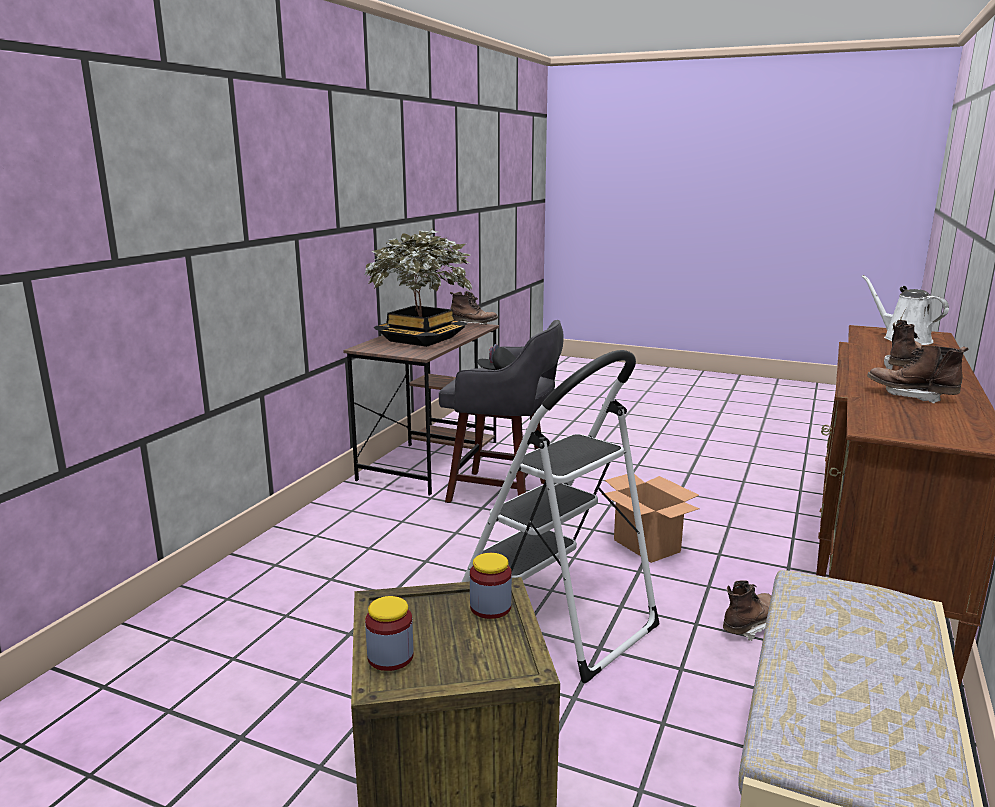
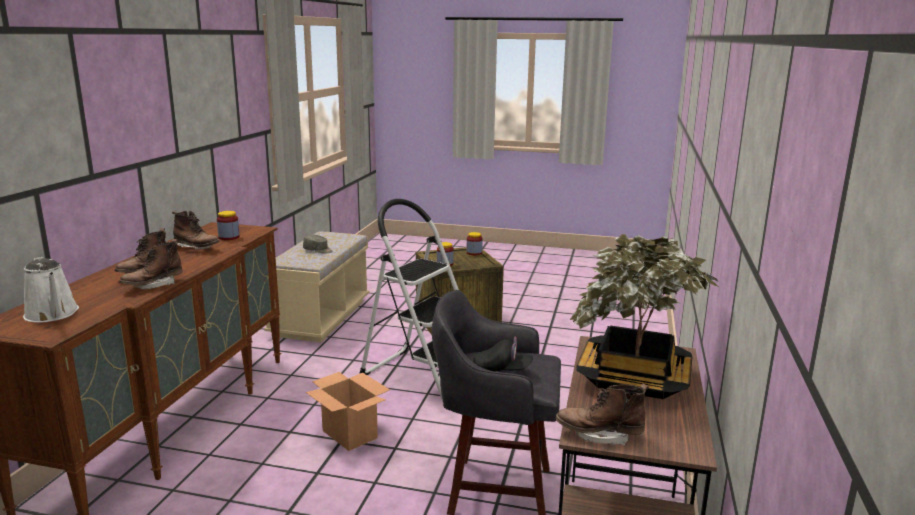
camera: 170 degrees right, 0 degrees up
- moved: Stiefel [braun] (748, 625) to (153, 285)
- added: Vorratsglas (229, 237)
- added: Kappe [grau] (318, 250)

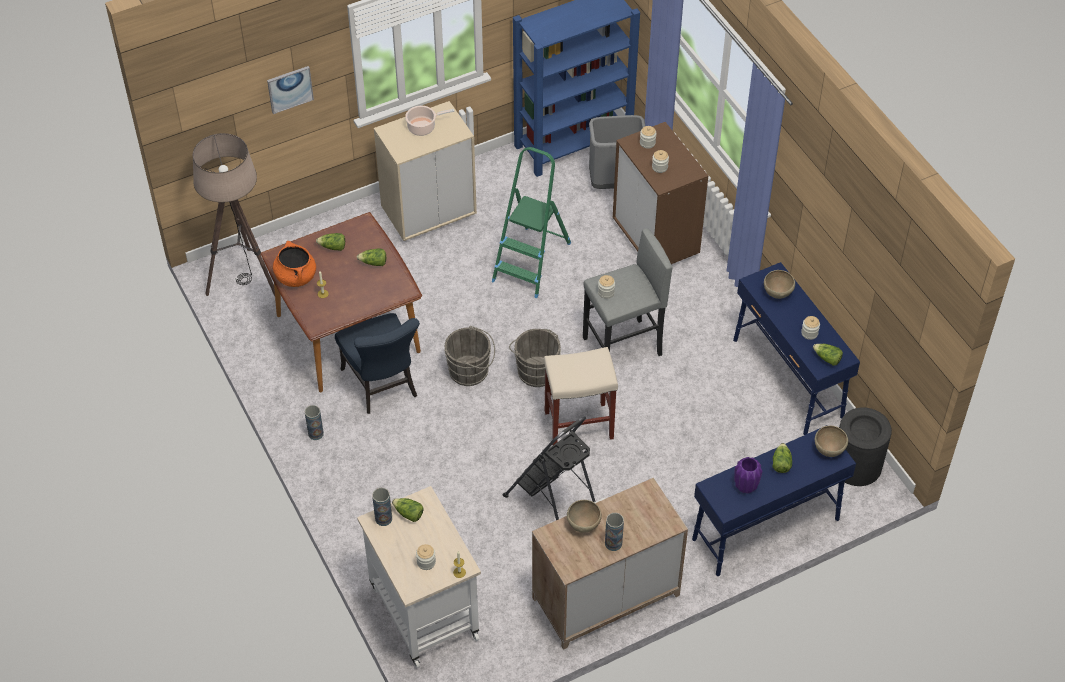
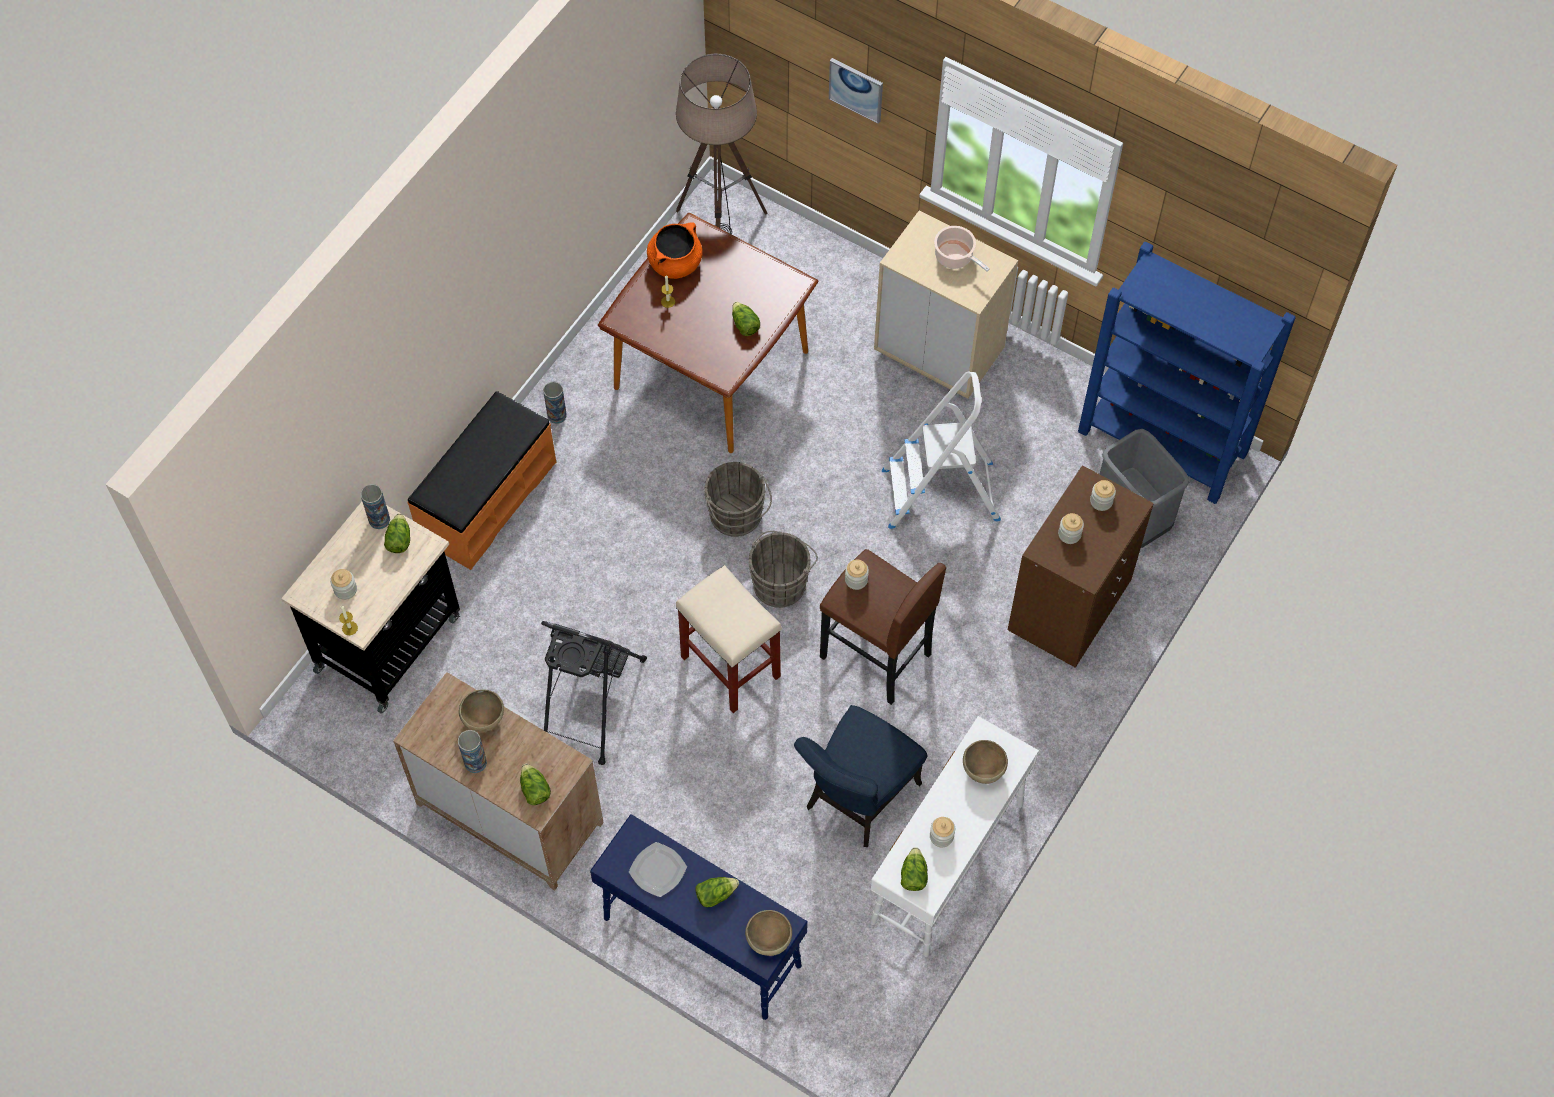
camera: 60 degrees right, 10 degrees up
- recoloured: Trittleiter [grün] (531, 262) to Trittleiter [weiß] (939, 495)
- recoloured: Hocker [grau] (622, 347) to Hocker [braun] (875, 656)
- moved: Salatkopf (332, 247) to (534, 790)
- recoloured: Konsolentisch [blau] (787, 379) to Konsolentisch [weiß] (946, 862)
- moved: Stuhl [blau] (382, 385) to (857, 799)
- removed: Mülleimer [schwarz] (856, 465)
- replaced: Vase [lila] (745, 486) to Teller (657, 870)
- recoloured: Rollwagen [weiß] (424, 612) to Rollwagen [schwarz] (388, 642)
- added: Bank [orange] (487, 499)

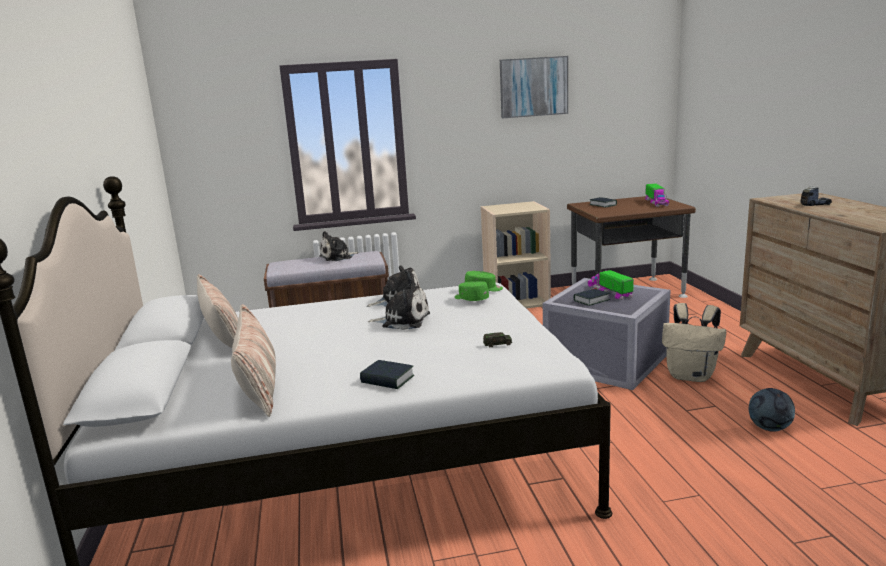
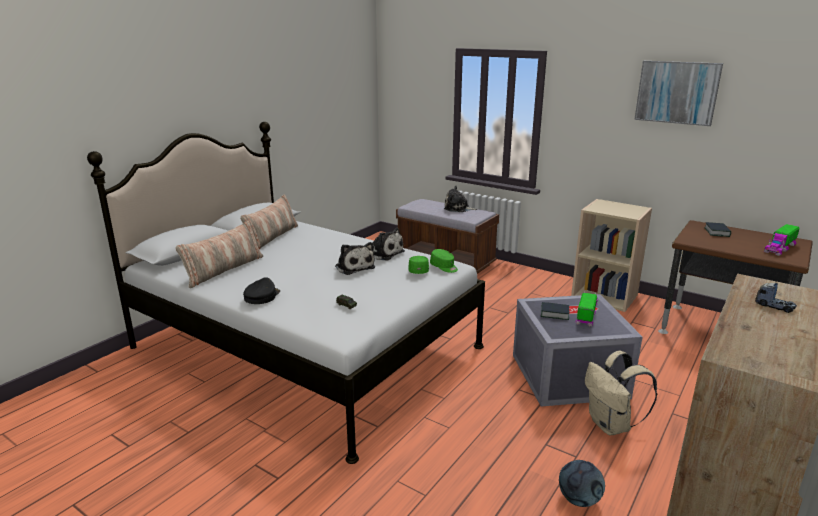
camera: 45 degrees right, 5 degrees up
- replaced: Buch (387, 379) to Kappe [schwarz] (261, 296)

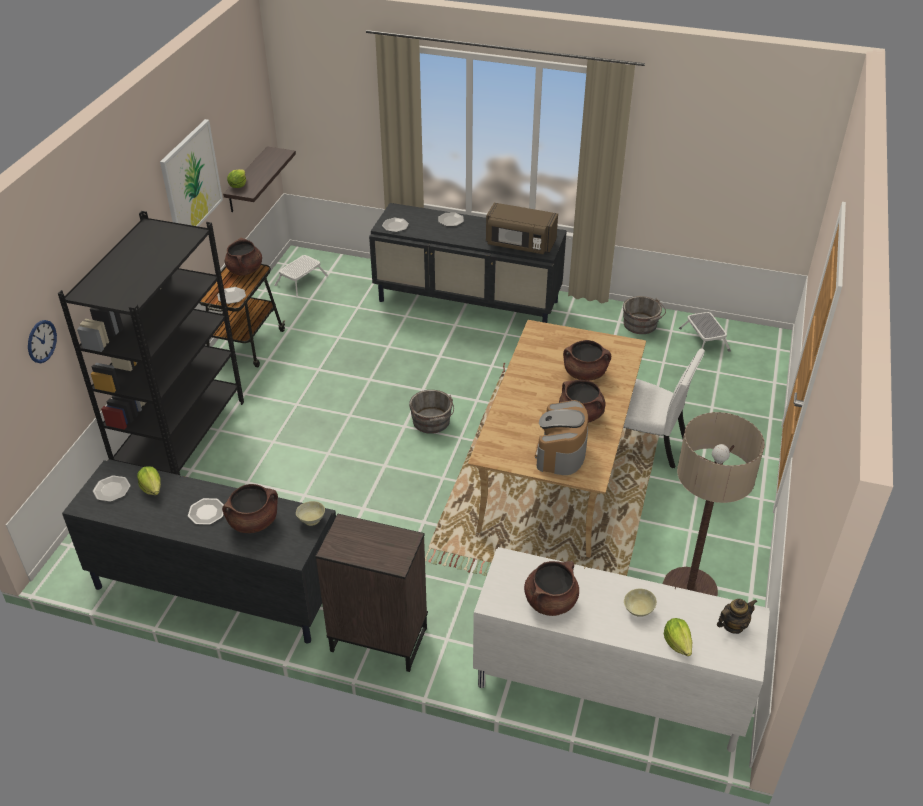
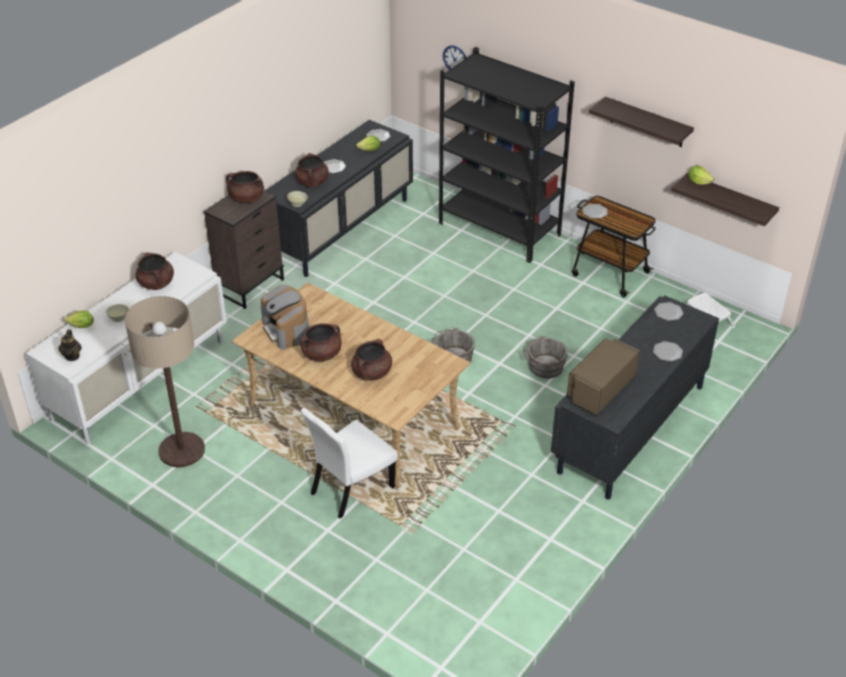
camera: 110 degrees right, 0 degrees up
- replaced: Bild (191, 181) to Wandregal (647, 122)
- moved: Kochtopf [braun] (245, 270) to (246, 198)
- moved: Eimer [grau] (641, 325) to (543, 367)
- removed: Trittleiter [grau] (704, 339)
- turned: Kaffeemaschine (560, 452) = (286, 330) 150 degrees counterclockwise

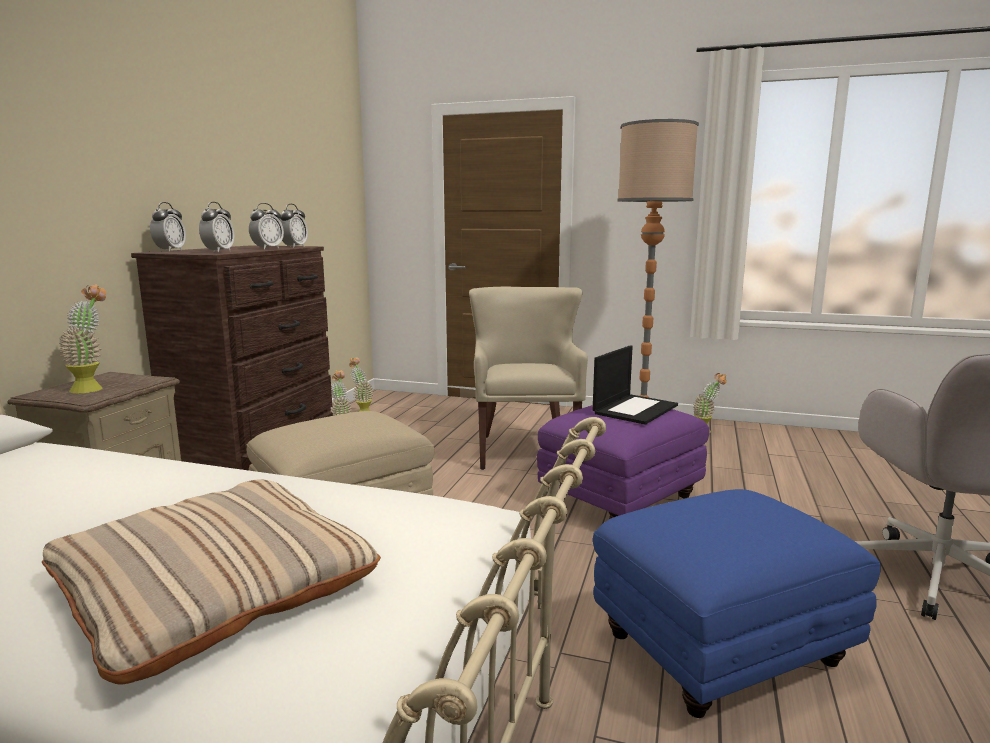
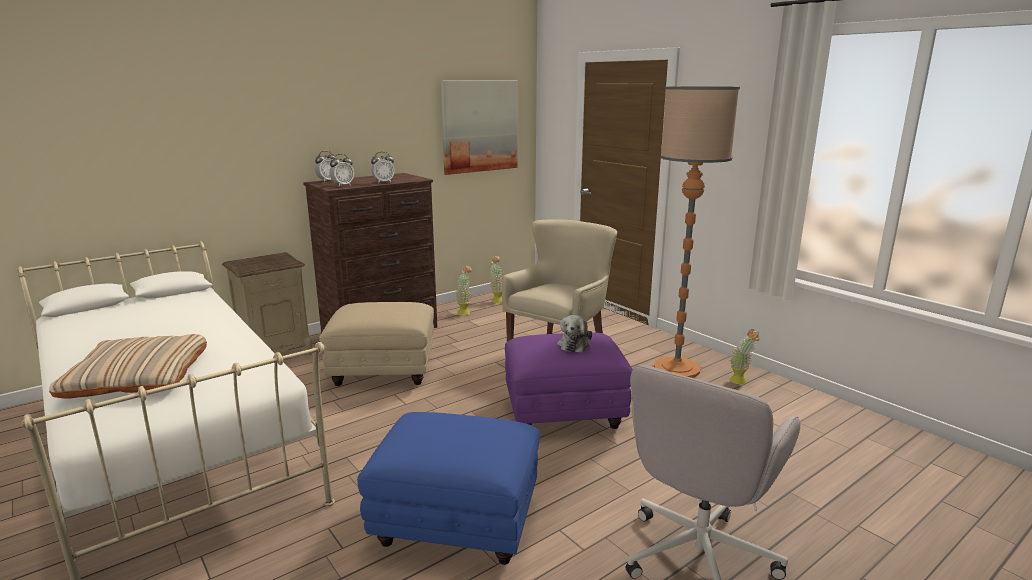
camera: 35 degrees right, 5 degrees up
- removed: Wecker (294, 247)
- removed: Topfpflanze (93, 388)
- replaced: Laptop (635, 409) to Plüschtier (574, 344)
- added: Bild (479, 126)

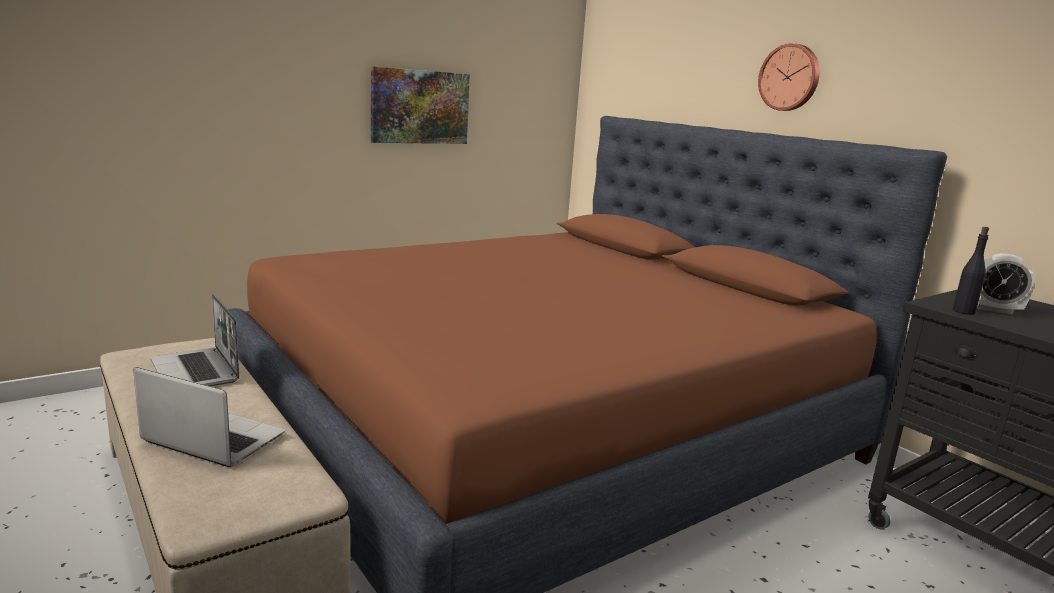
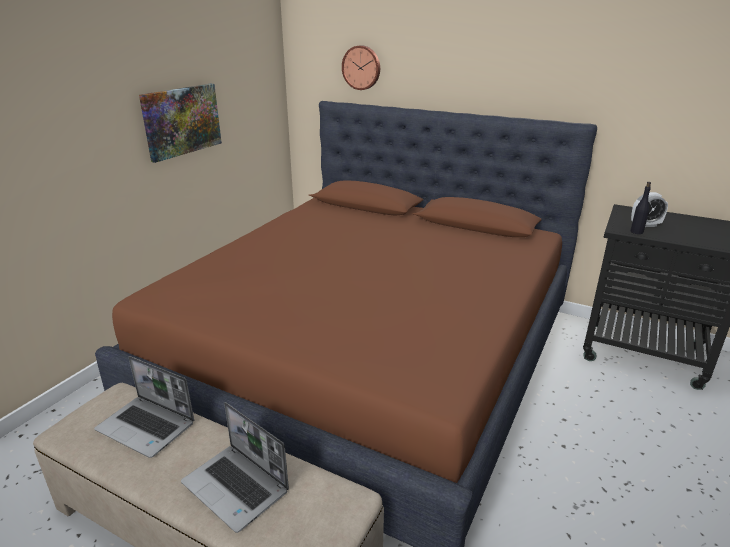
camera: 25 degrees left, 10 degrees up
- moved: Wanduhr (790, 77) to (362, 67)
- turned: Laptop (211, 439) = (237, 487) 135 degrees counterclockwise

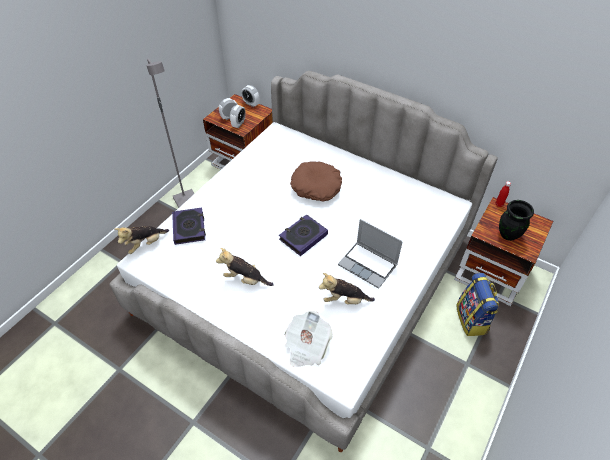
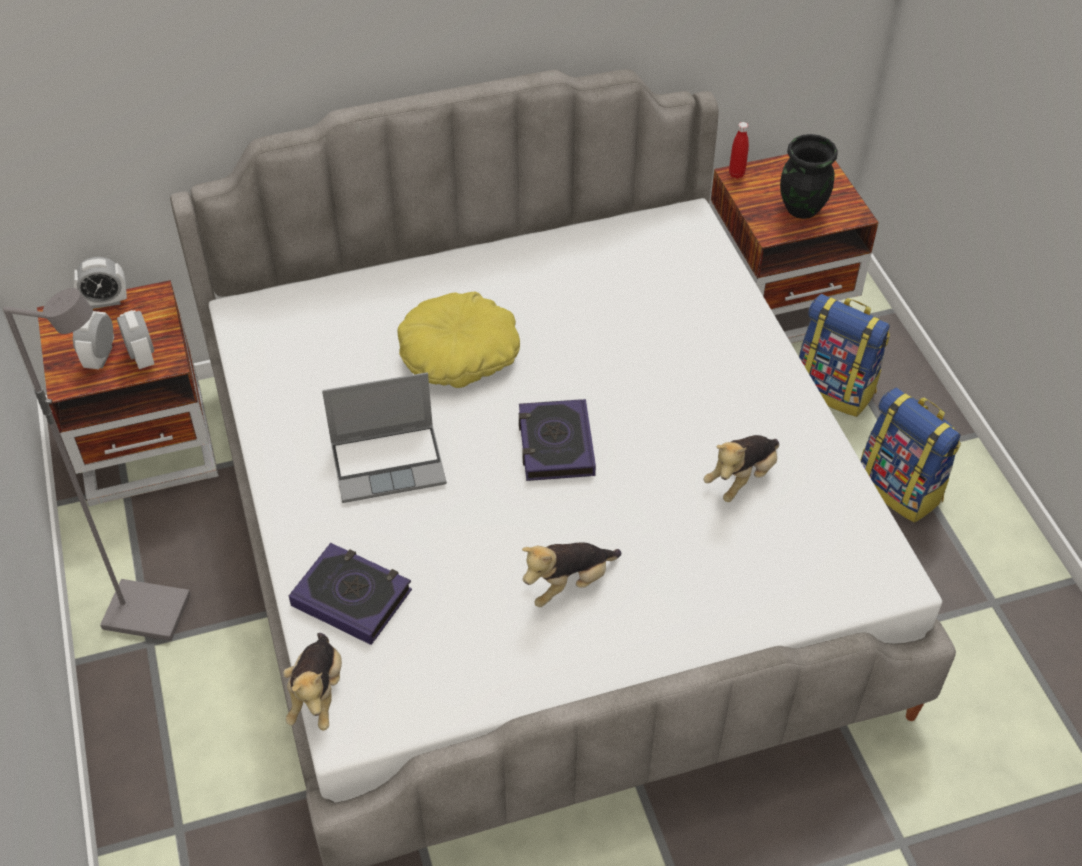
camera: 50 degrees left, 0 degrees up
- recoloured: Kissen [braun] (317, 186) to Kissen [gelb] (458, 351)
- moved: Laptop (368, 265) to (389, 463)
- removed: Zeitung (306, 346)
- added: Rucksack (900, 489)

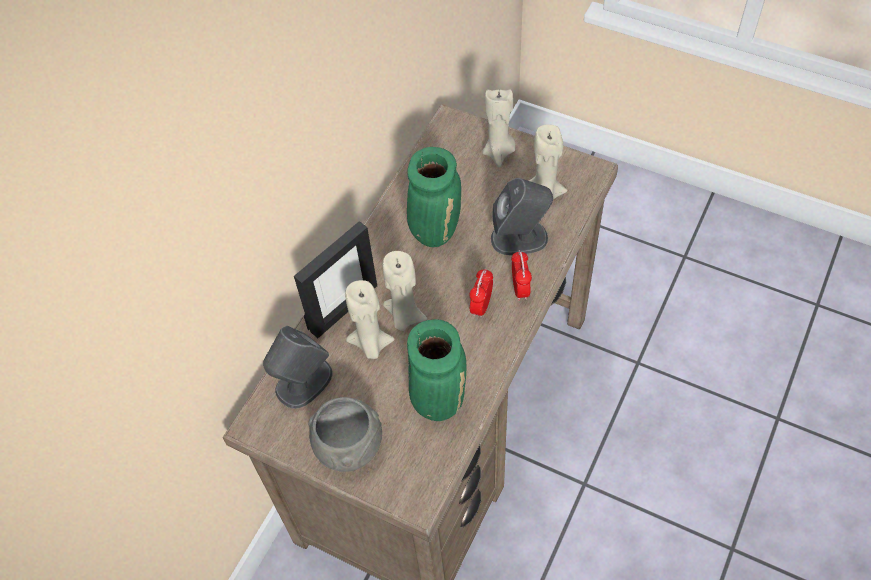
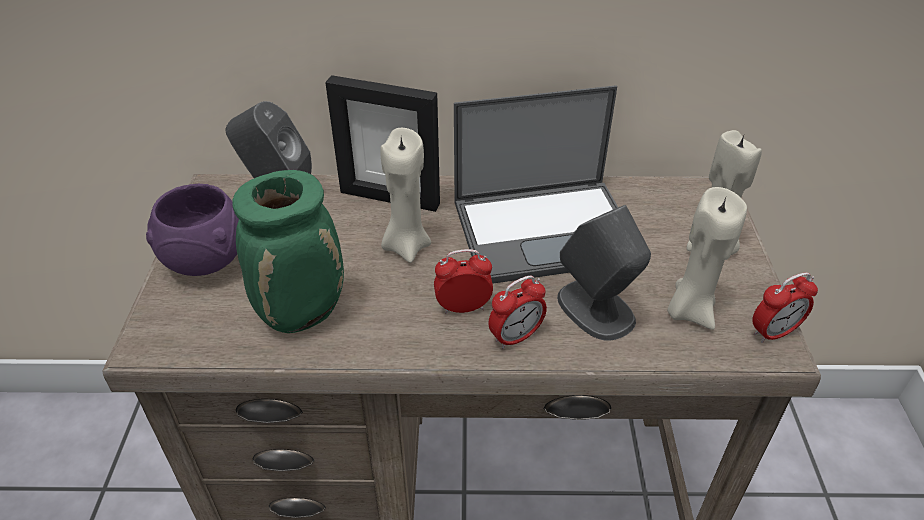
camera: 60 degrees right, 15 degrees down
- replaced: Vase [grün] (435, 229) to Laptop (547, 230)
- removed: Kerze [beige] (371, 344)
- recoloured: Schüssel [grau] (348, 447) to Schüssel [lila] (207, 261)
- added: Wecker (773, 332)

